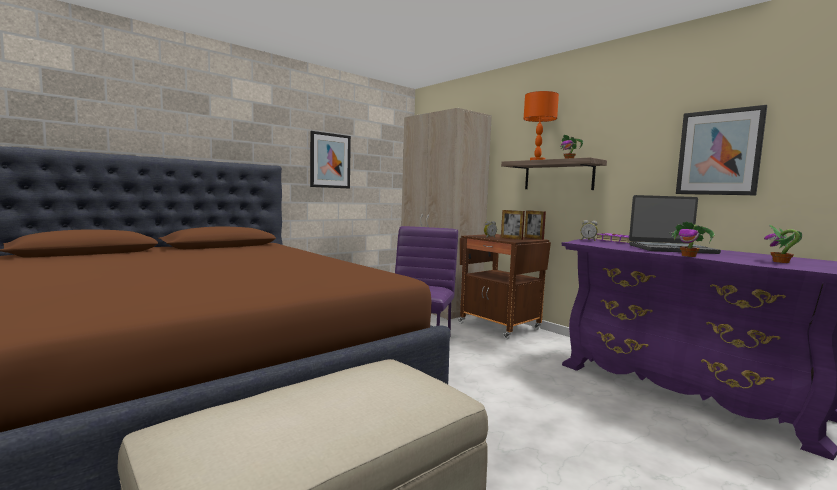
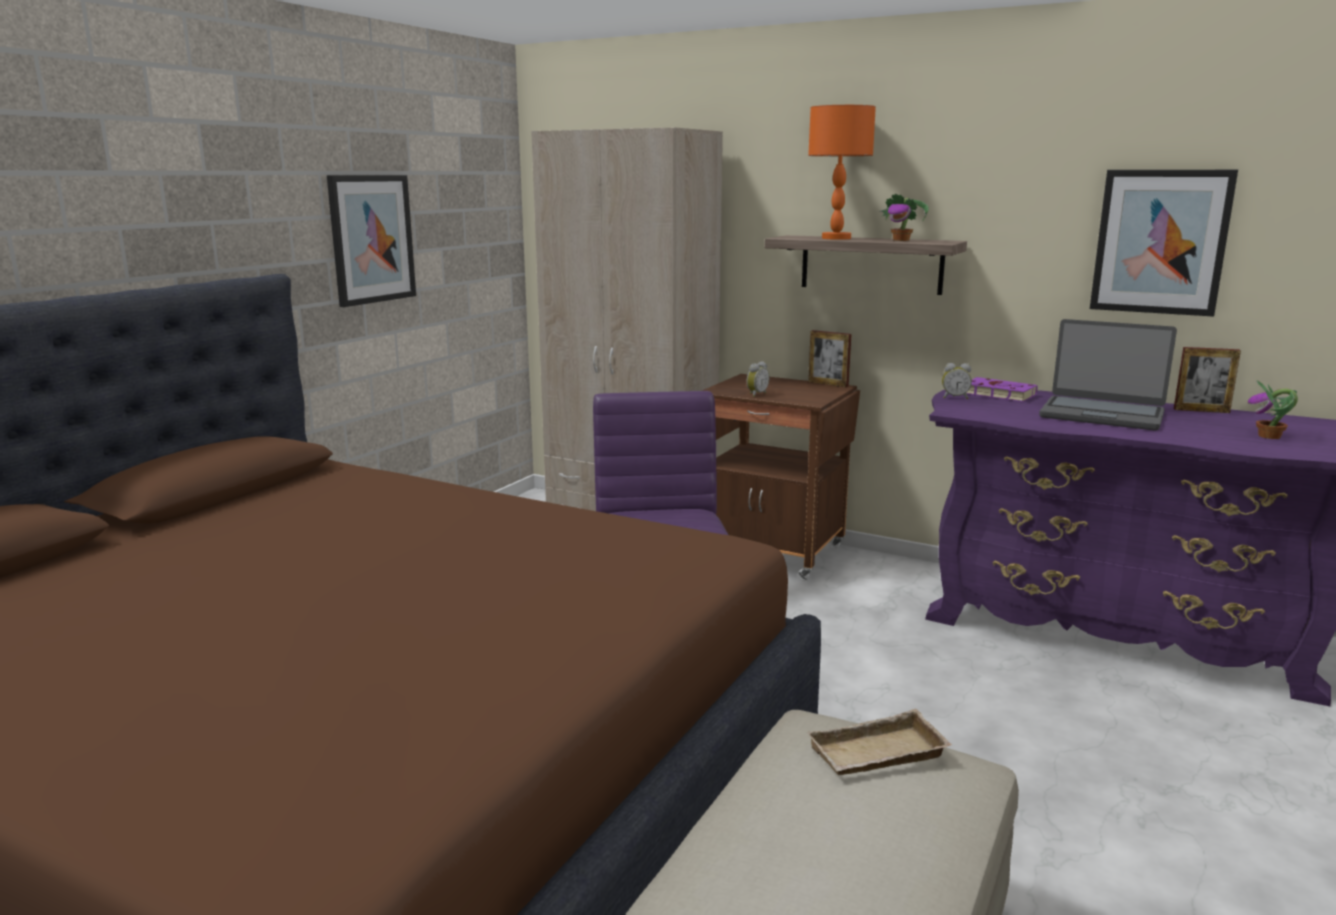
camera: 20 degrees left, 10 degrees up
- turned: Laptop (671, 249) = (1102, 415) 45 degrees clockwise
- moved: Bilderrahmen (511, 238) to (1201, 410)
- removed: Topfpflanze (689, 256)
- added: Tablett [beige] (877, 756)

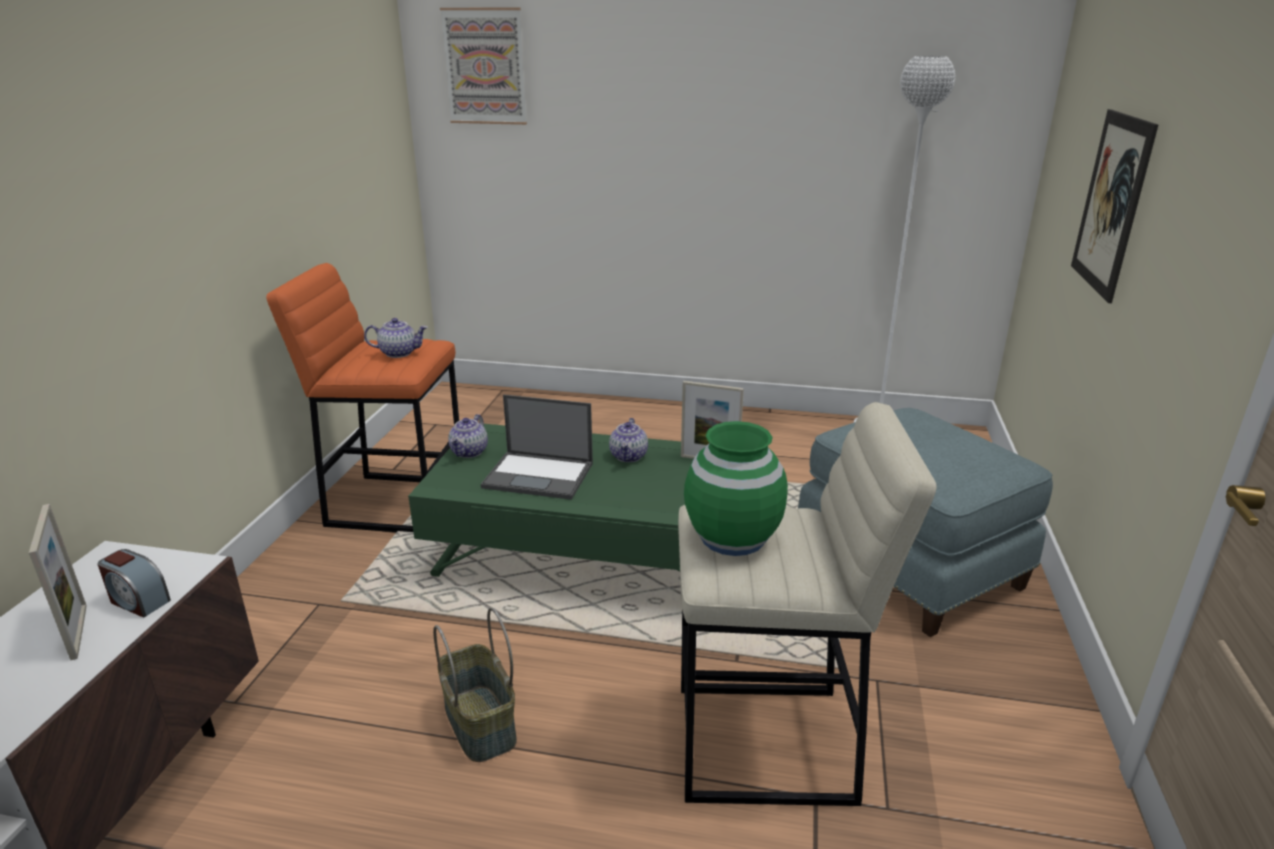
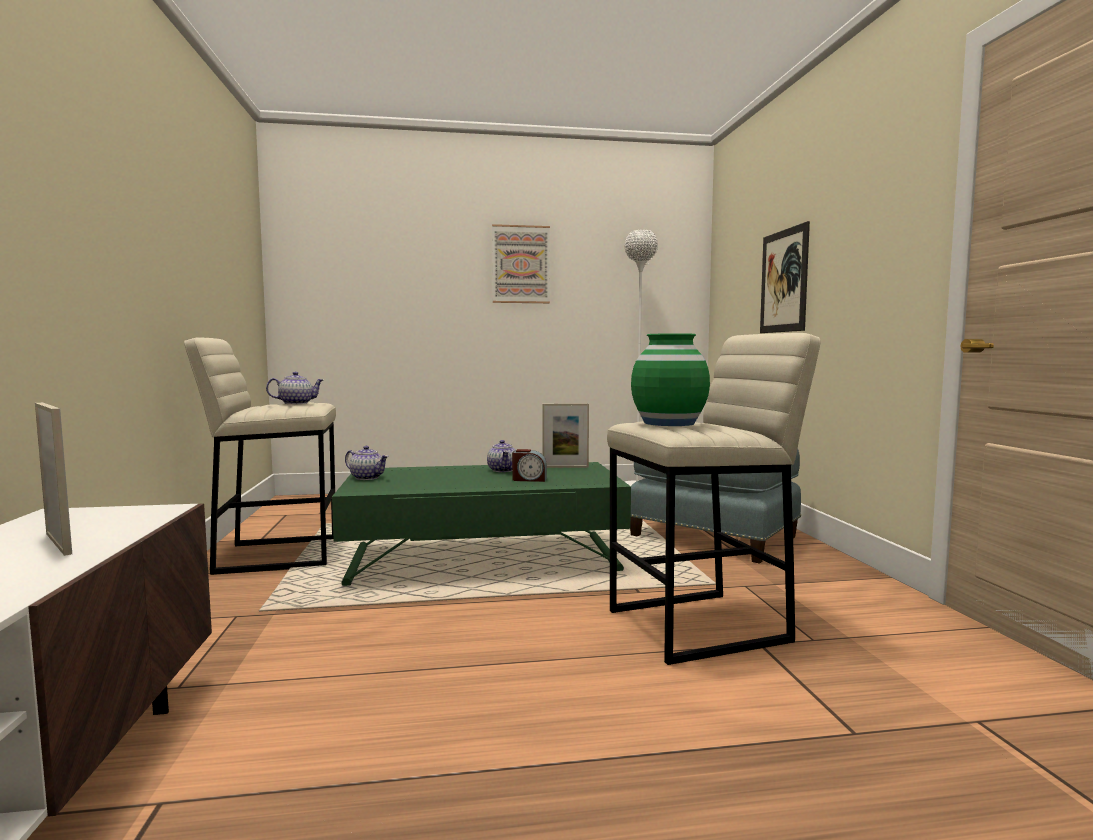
camera: 20 degrees left, 20 degrees down
- moved: Bild (485, 67) to (521, 264)
- recoloured: Hocker [orange] (393, 503) to Hocker [beige] (274, 555)
- removed: Laptop (540, 475)
- turned: Teekanne (469, 452) = (367, 477) 60 degrees counterclockwise
- moved: Wecker (138, 601) to (529, 479)
- removed: Korb (478, 723)

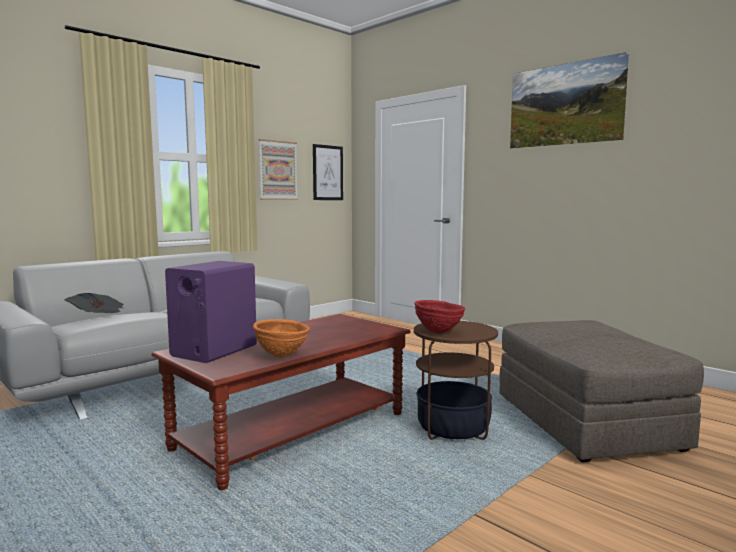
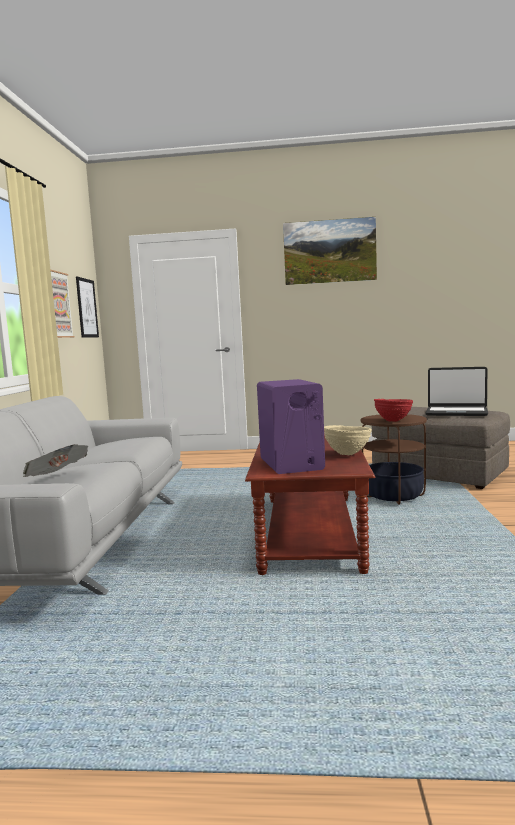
camera: 40 degrees left, 0 degrees up
- recoloured: Schüssel [orange] (282, 356) to Schüssel [beige] (347, 454)
- added: Laptop (456, 412)

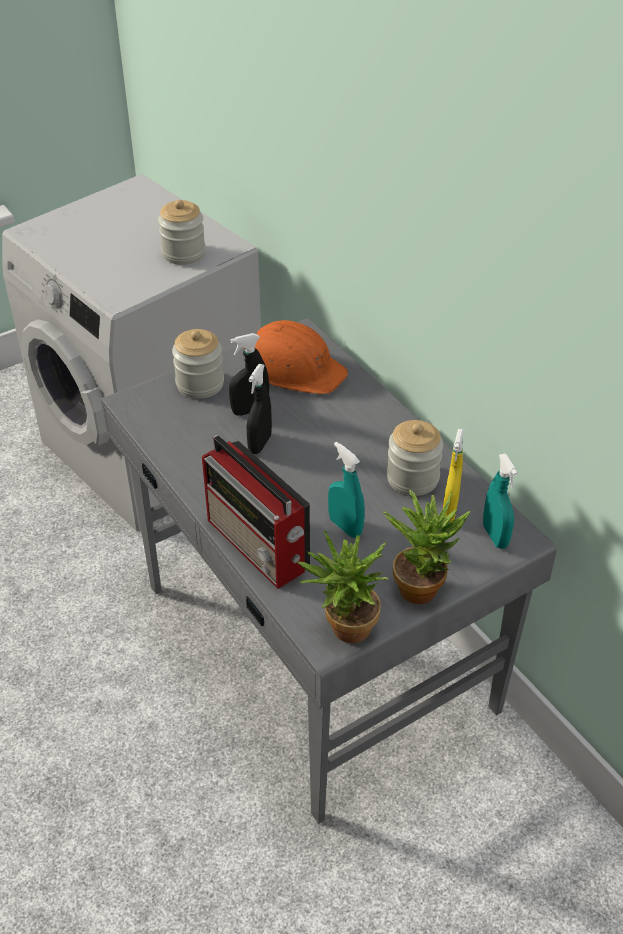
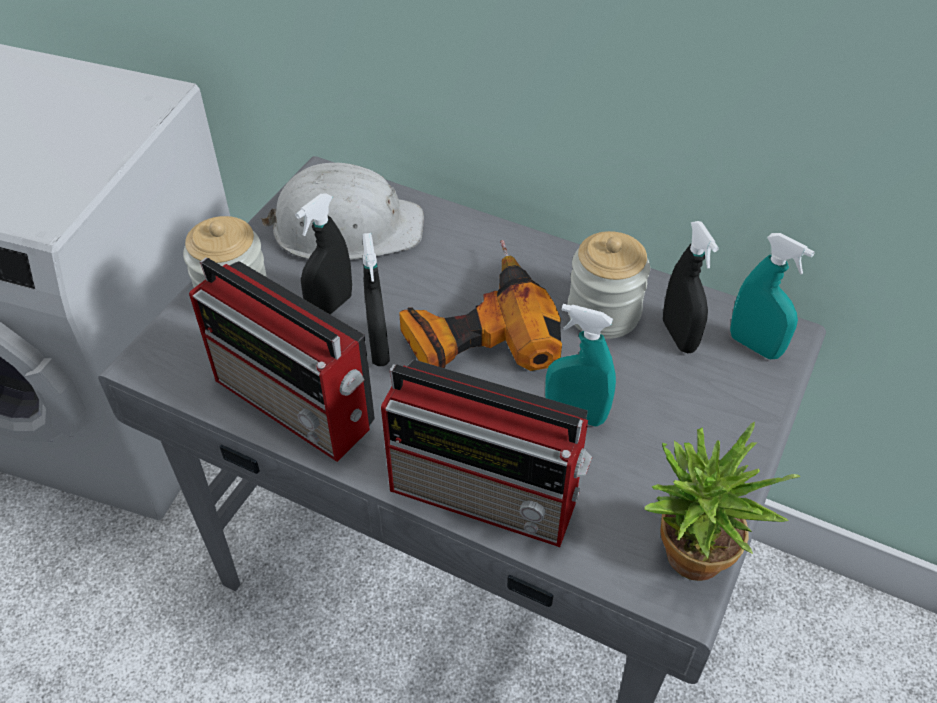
camera: 30 degrees left, 5 degrees up
- removed: Vorratsglas (184, 253)
- recoloured: Schutzhelm [orange] (294, 368) to Schutzhelm [weiß] (346, 227)
- recoloured: Sprühflasche [gelb] (449, 510) to Sprühflasche [schwarz] (679, 336)
- removed: Topfpflanze (422, 584)
- added: Bohrmaschine (476, 329)
- added: Radio (296, 405)

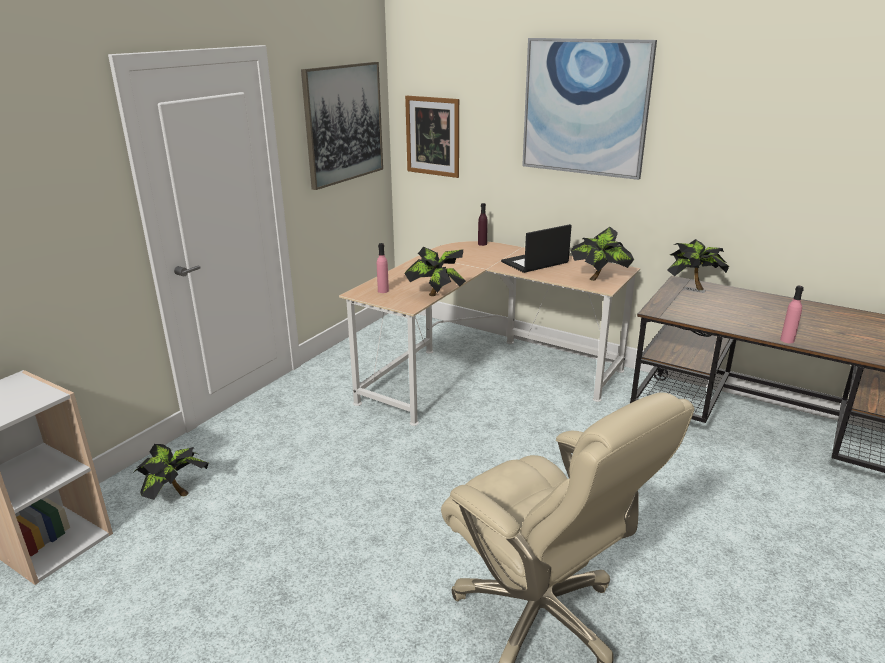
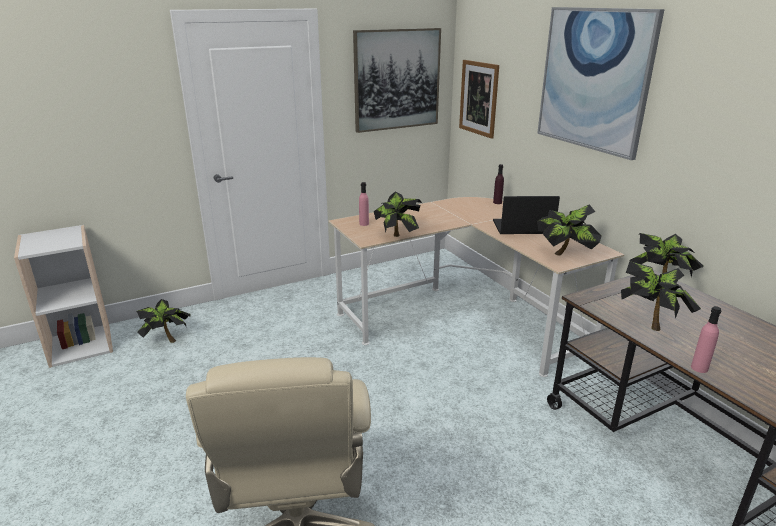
camera: 30 degrees right, 0 degrees up
- added: Topfpflanze (651, 323)

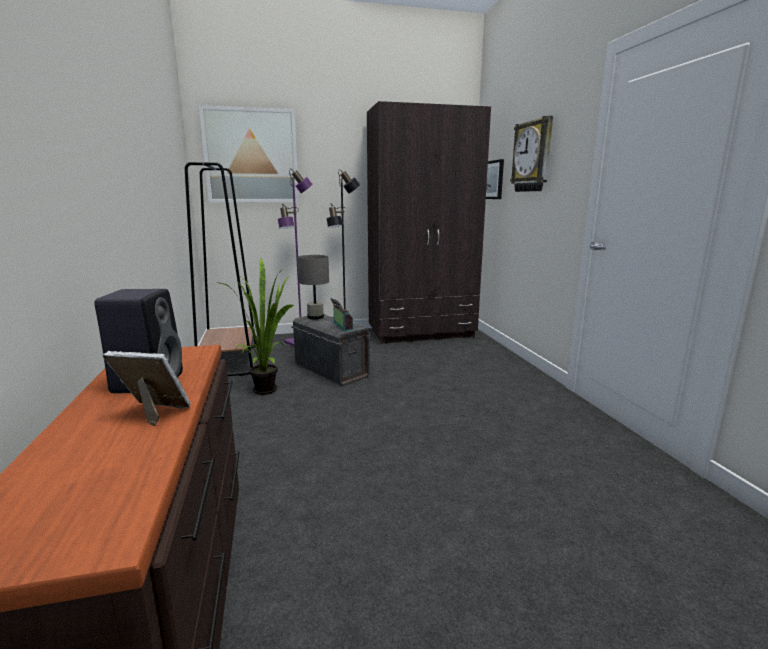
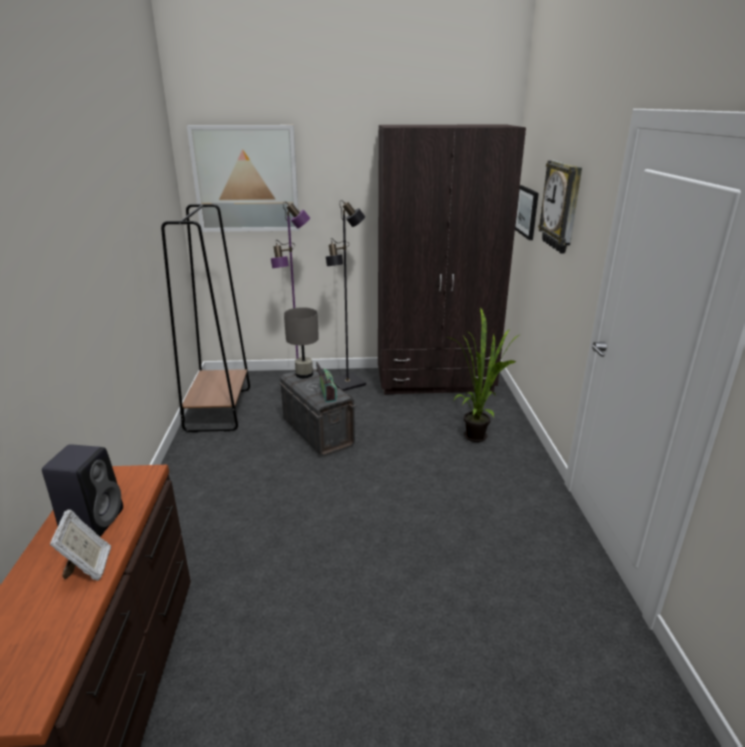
camera: 10 degrees right, 10 degrees up
- moved: Topfpflanze (268, 388) to (477, 434)
- turned: Bilderrahmen (156, 414) = (88, 567) 60 degrees clockwise

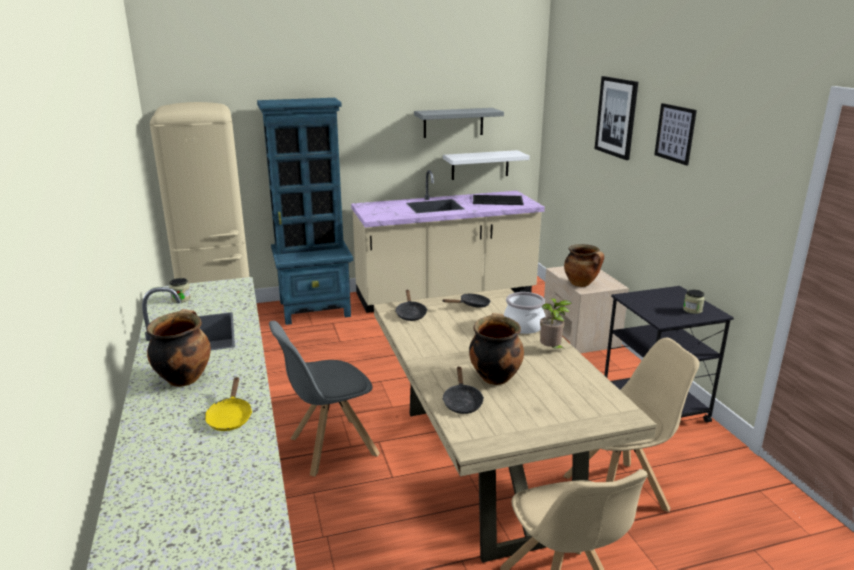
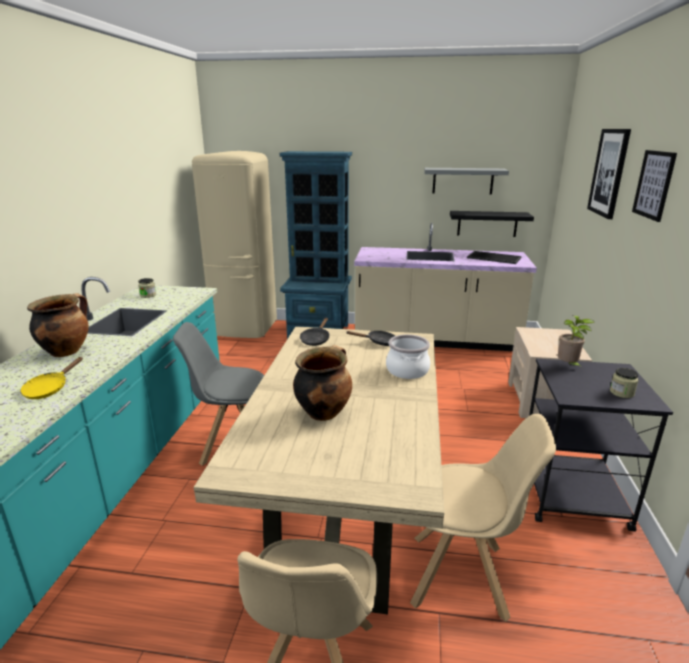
camera: 25 degrees right, 0 degrees up
- recoloured: Wandregal [weiß] (480, 165) to Wandregal [schwarz] (487, 223)
- removed: Kochtopf (581, 284)
- moved: Topfpflanze (551, 350) to (568, 366)
- removed: Pfanne [schwarz] (462, 402)

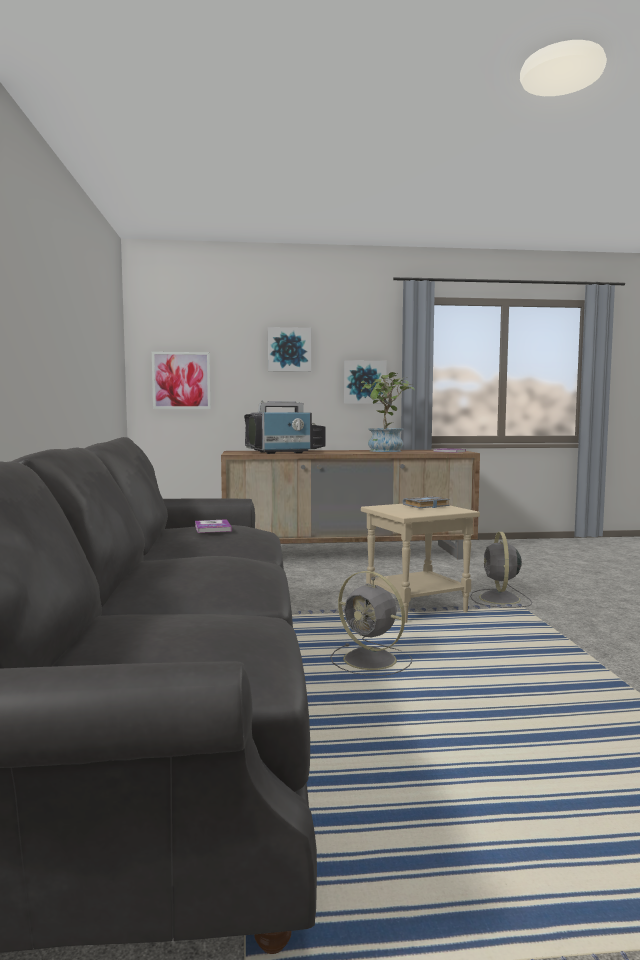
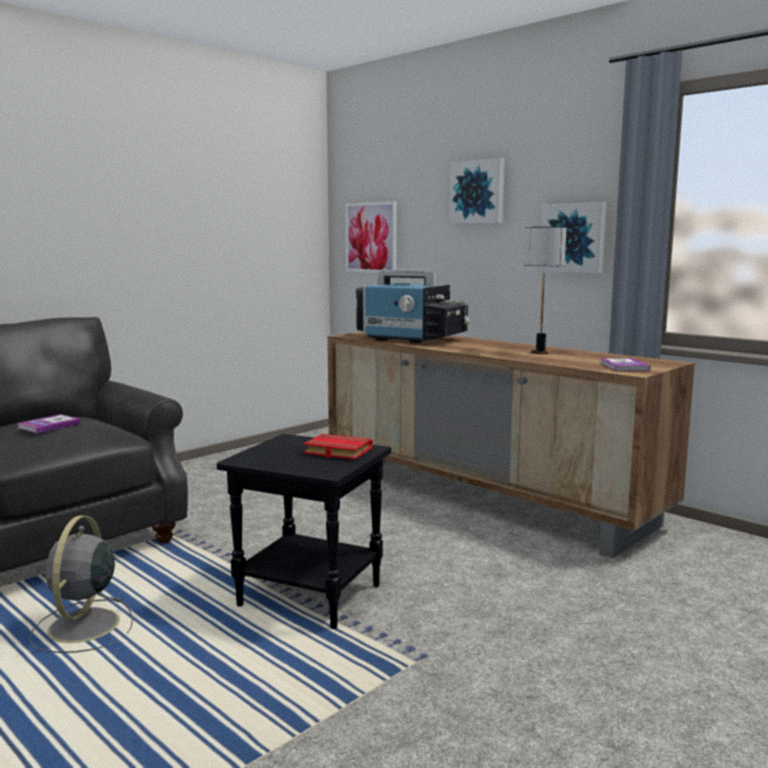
camera: 50 degrees right, 5 degrees up
- replaced: Topfpflanze (385, 451) to Tischlampe (540, 353)
- recoloured: Buch [grau] (426, 506) to Buch [rot] (336, 452)
- recoloured: Beistelltisch [beige] (417, 607) to Beistelltisch [schwarz] (312, 595)
- removed: Ventilator [grau] (500, 599)

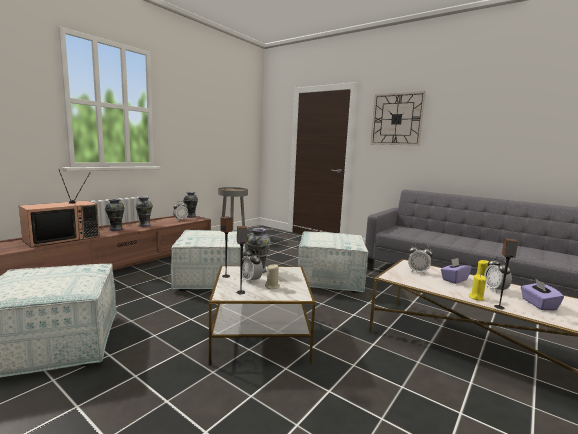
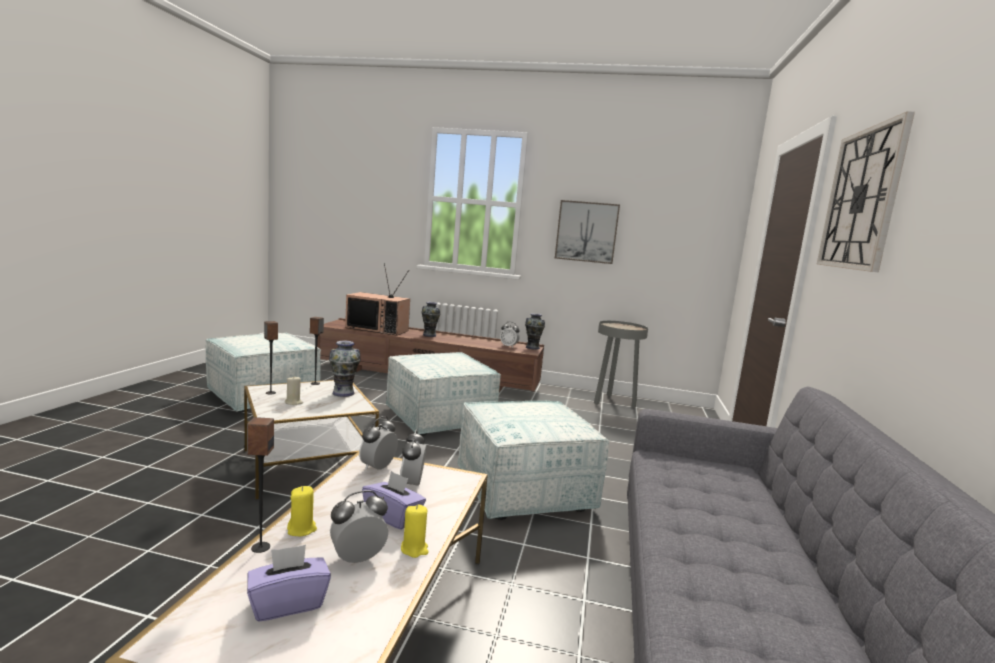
camera: 65 degrees right, 0 degrees up
- removed: Vase (144, 225)
- moved: Wecker (251, 280) to (378, 468)
- added: Bild (586, 232)

